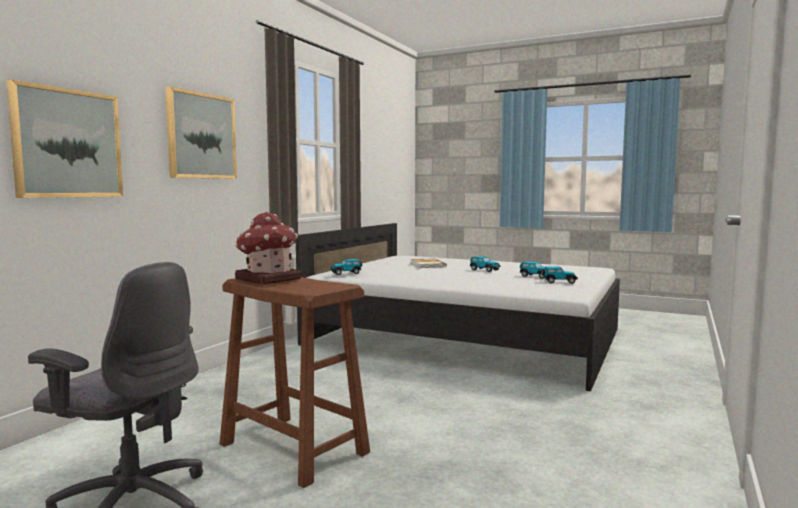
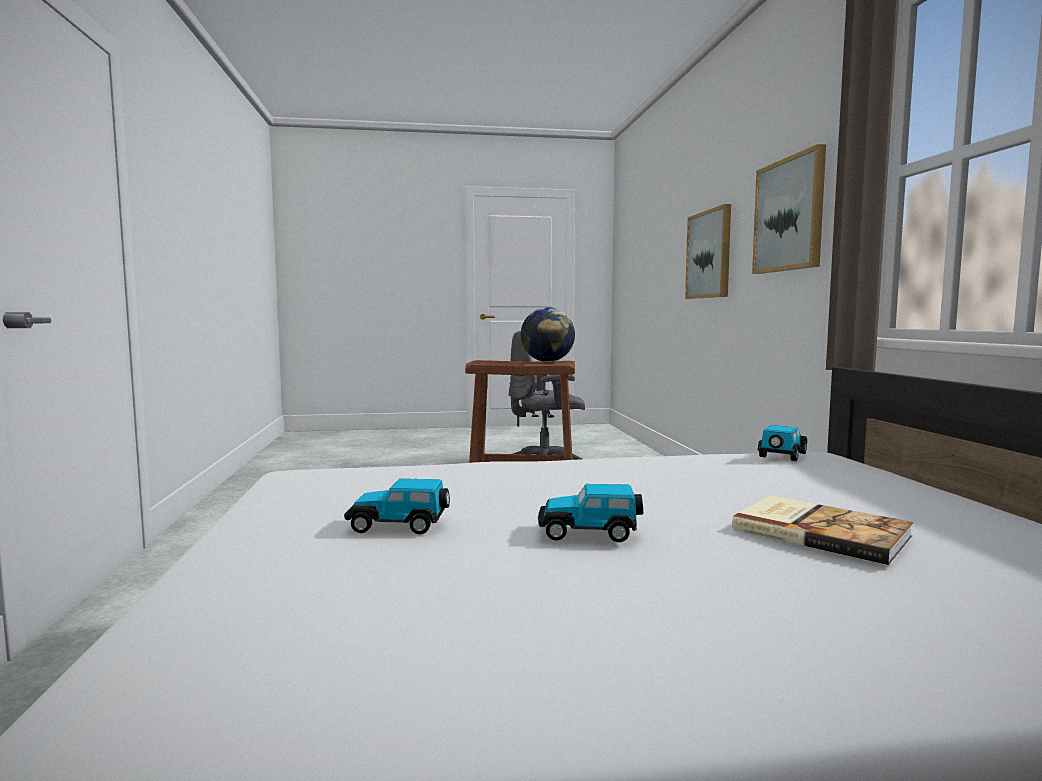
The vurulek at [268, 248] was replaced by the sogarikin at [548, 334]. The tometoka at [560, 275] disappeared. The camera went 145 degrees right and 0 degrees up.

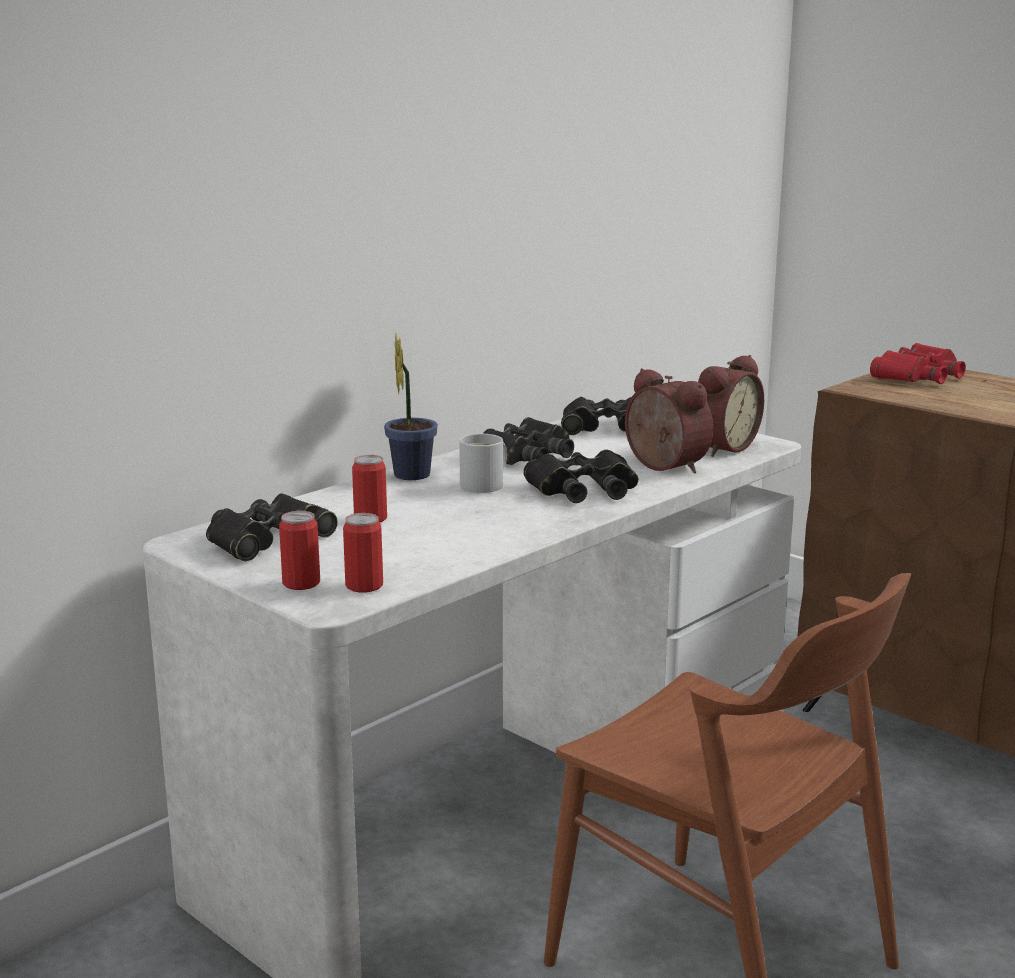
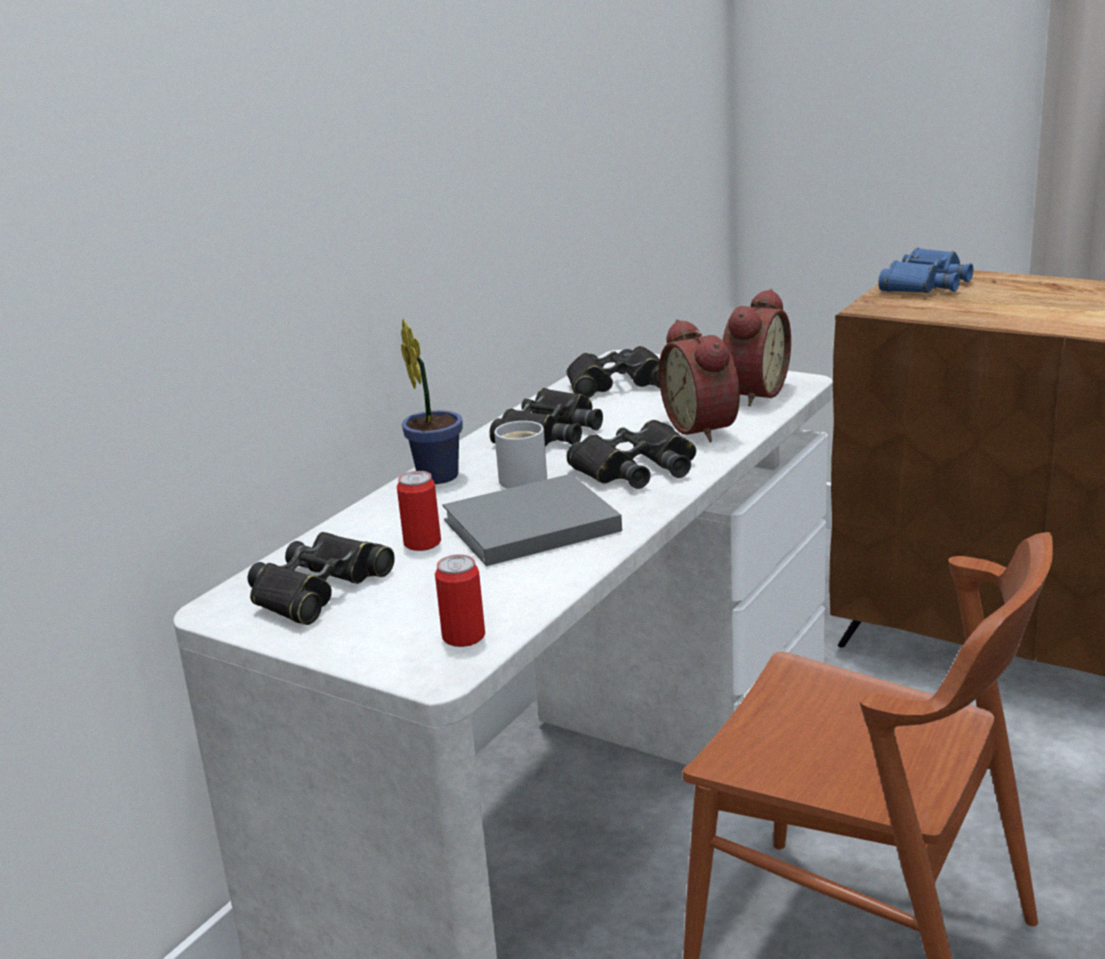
The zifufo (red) at [918, 363] became the zifufo (blue) at [925, 270]. The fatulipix at [669, 421] turned 150 degrees counterclockwise. The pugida at [299, 550] disappeared. The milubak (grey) at [532, 520] appeared. The camera went 10 degrees left and 5 degrees up.

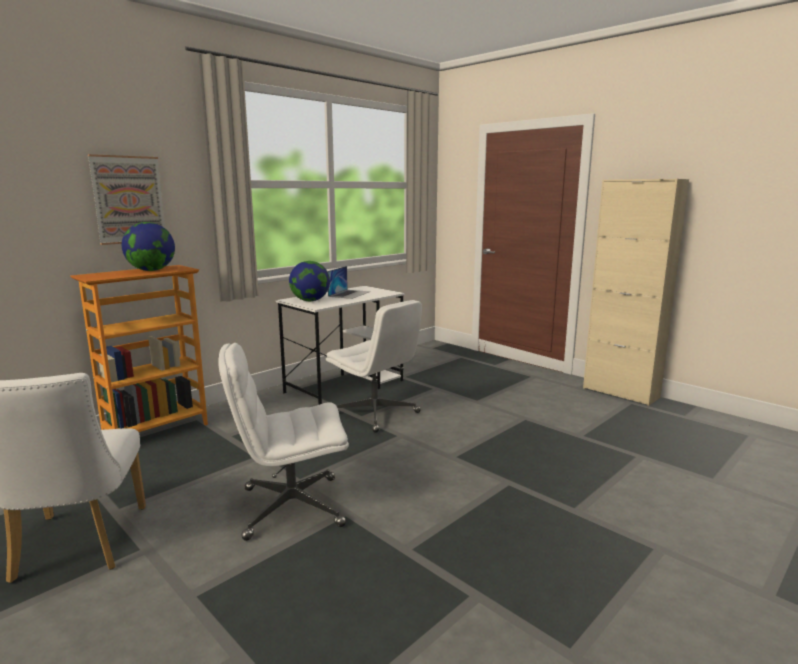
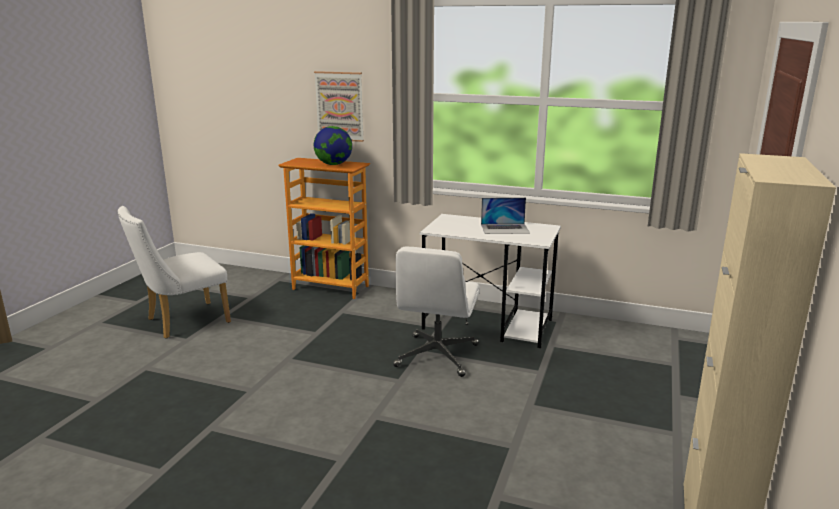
The sogarikin at [309, 281] disappeared. The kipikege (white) at [283, 442] disappeared. The camera went 65 degrees right and 5 degrees up.

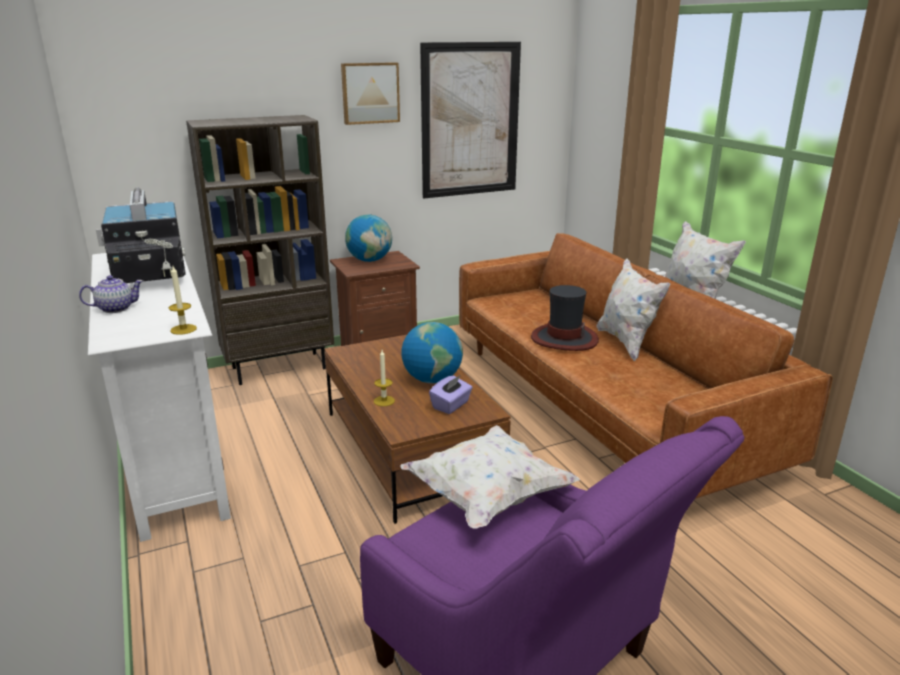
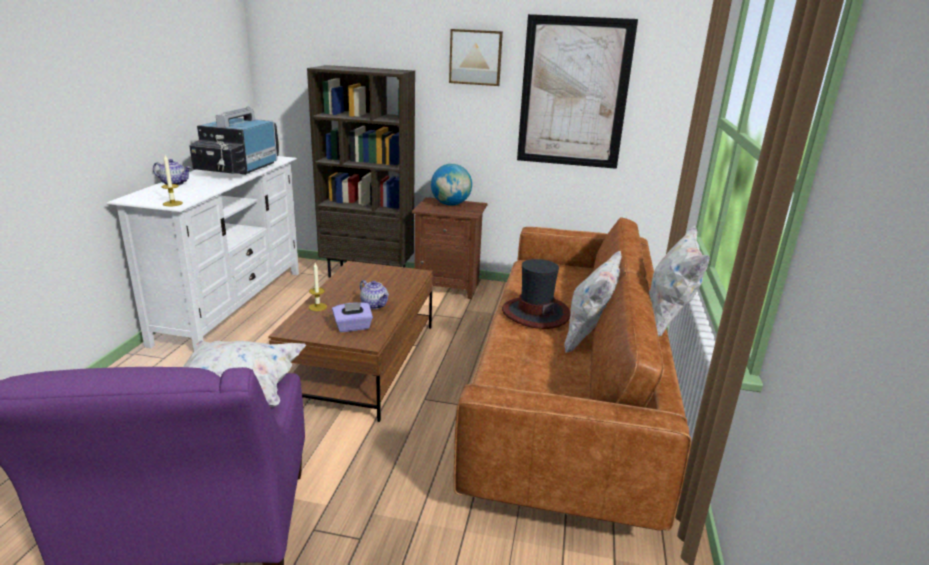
The sogarikin at [432, 352] was replaced by the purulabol at [374, 294]. The camera went 35 degrees right and 0 degrees up.

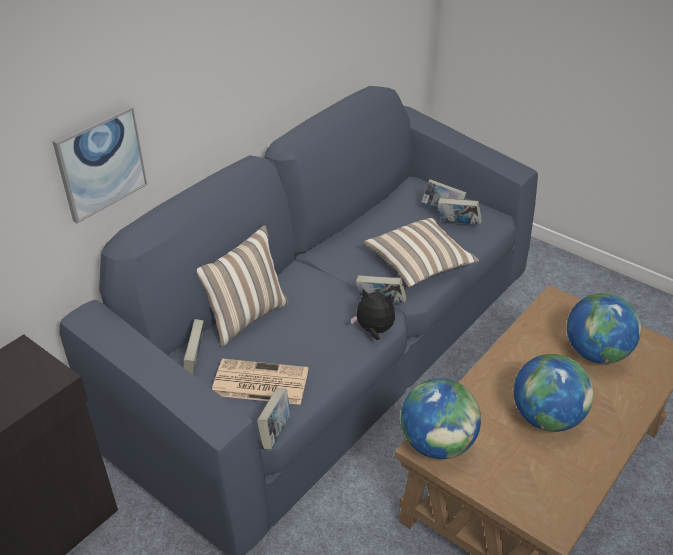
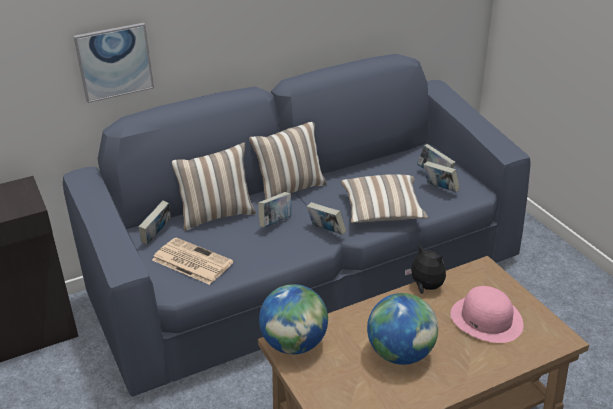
The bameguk moved from [373, 314] to [425, 269]. The sogarikin at [604, 328] was replaced by the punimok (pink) at [487, 314]. The milubak moved from [274, 418] to [274, 209]. The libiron at [288, 161] appeared. The camera went 25 degrees right and 5 degrees down.

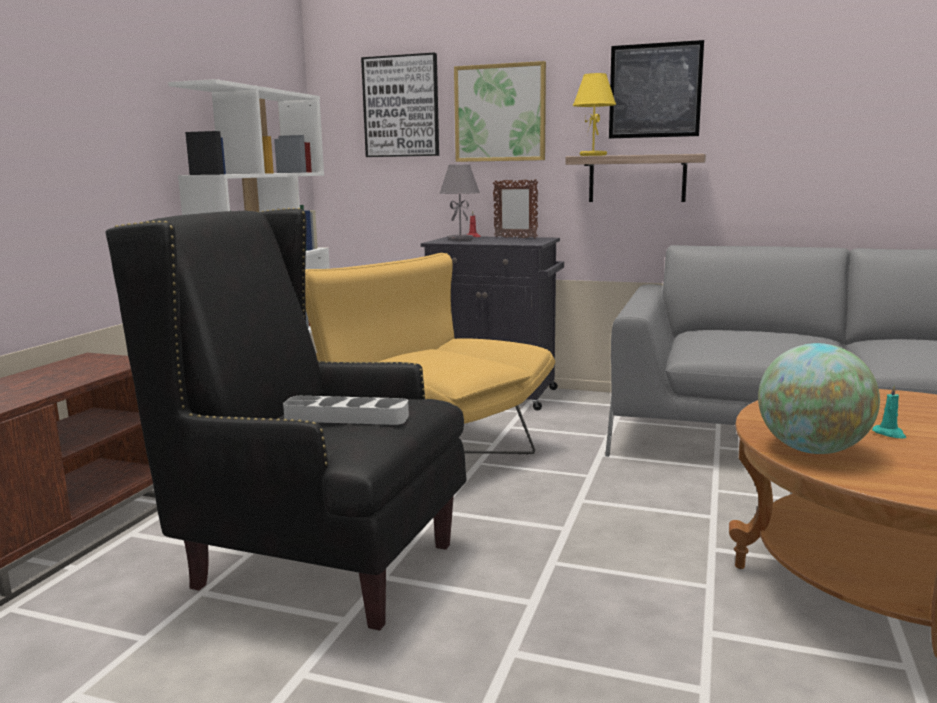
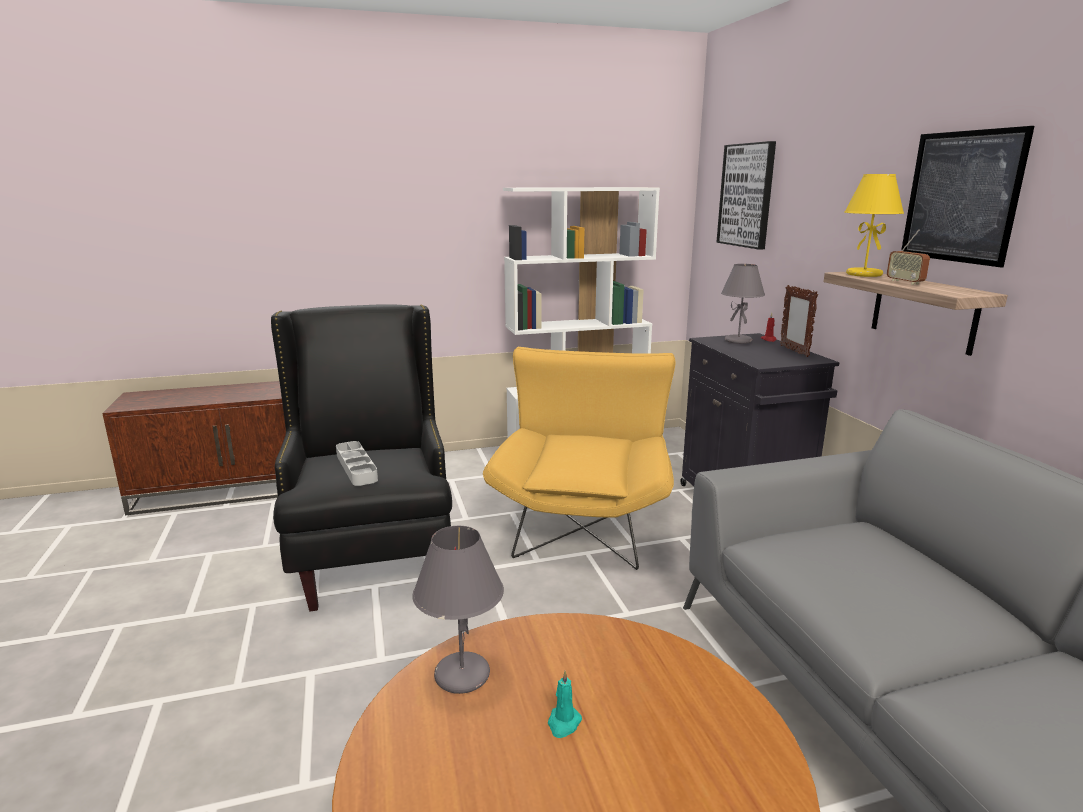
The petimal at [500, 111] disappeared. The sogarikin at [819, 398] was replaced by the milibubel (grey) at [458, 610]. The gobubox at [908, 257] appeared. The camera went 55 degrees right and 5 degrees up.

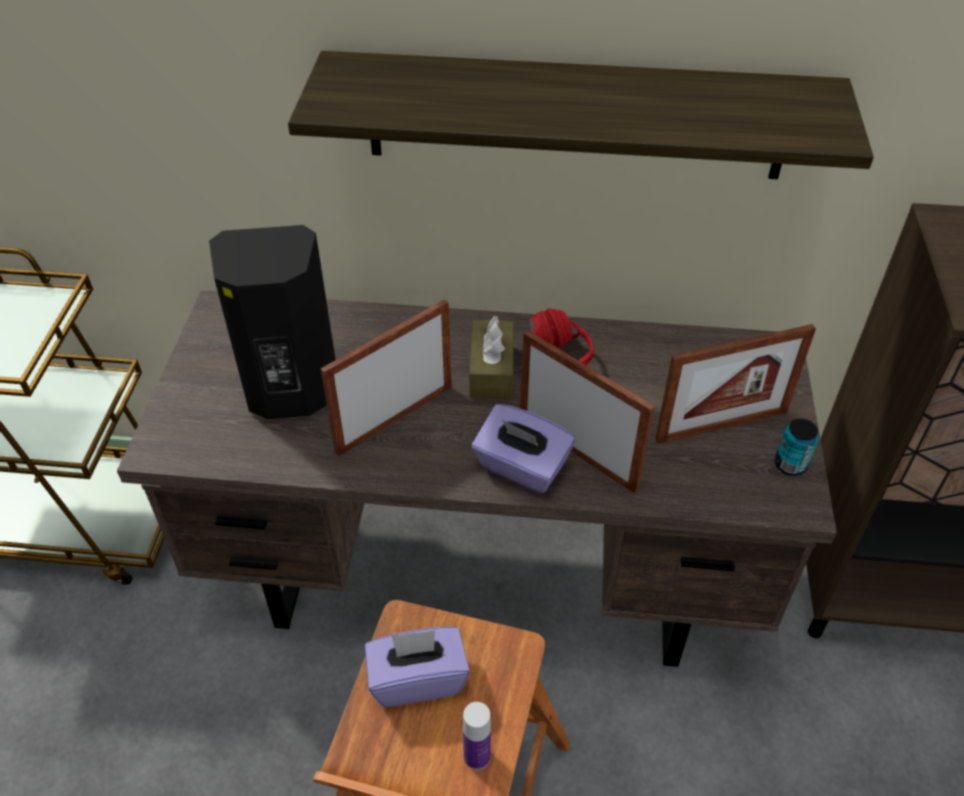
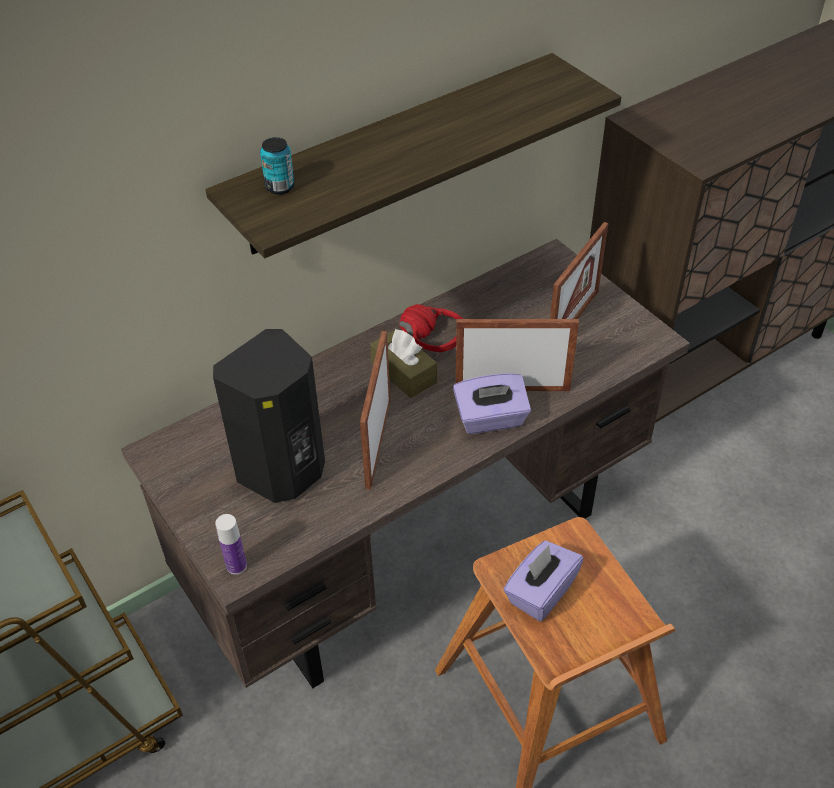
The pugida moved from [797, 447] to [277, 166]. The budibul moved from [477, 736] to [231, 544]. The camera went 40 degrees left and 0 degrees up.

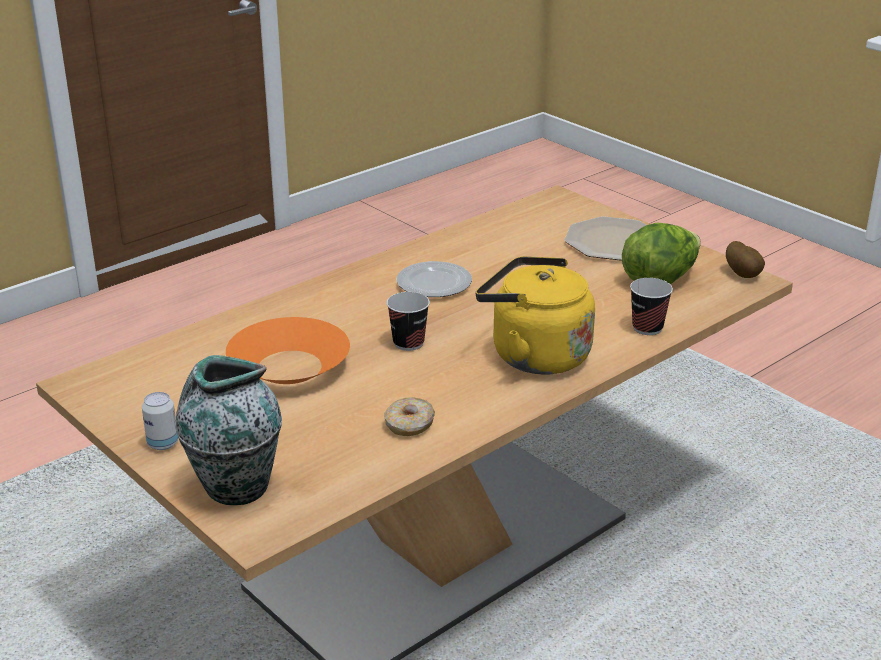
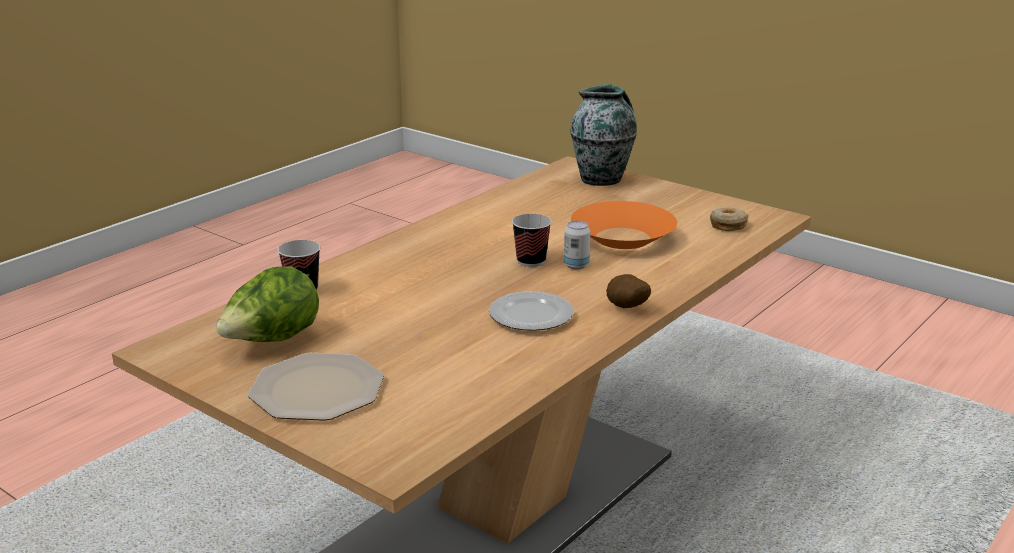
The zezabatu moved from [745, 259] to [628, 291]. The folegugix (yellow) at [535, 315] disappeared. The pugida moved from [160, 421] to [577, 245]. The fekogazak moved from [409, 416] to [729, 219]. The camera went 170 degrees right and 5 degrees down.

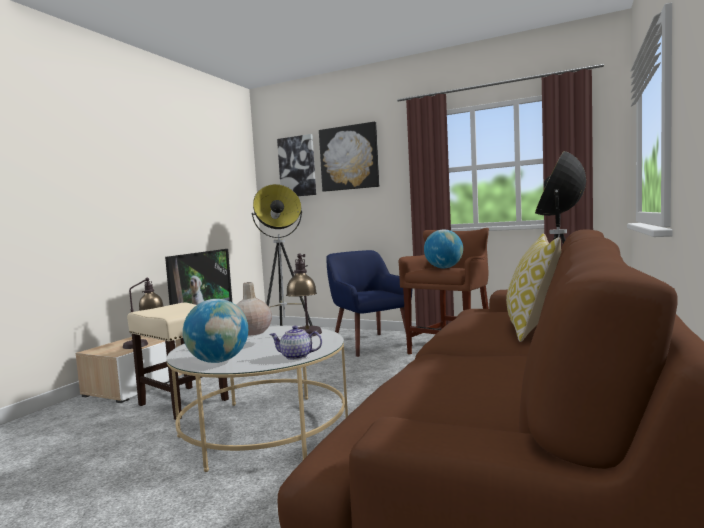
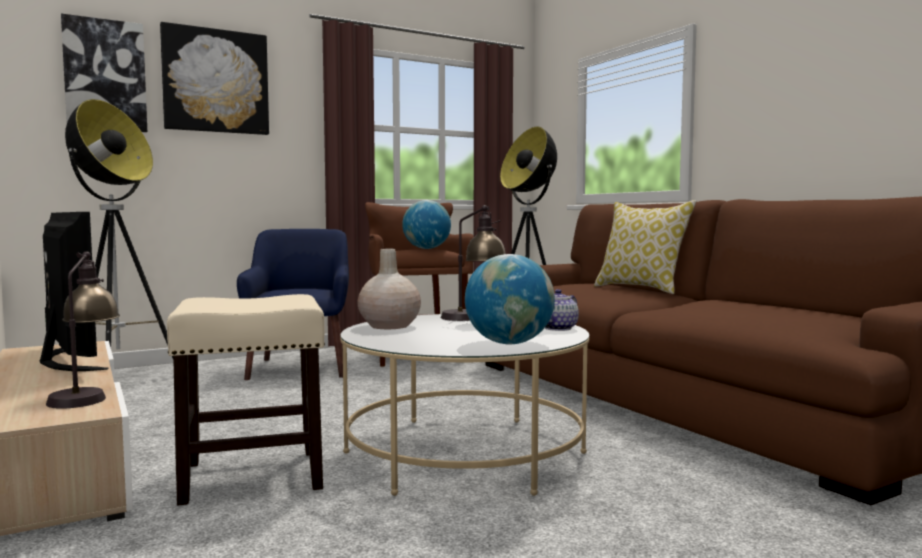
The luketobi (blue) at [369, 303] turned 75 degrees clockwise. The camera went 55 degrees left and 0 degrees up.

